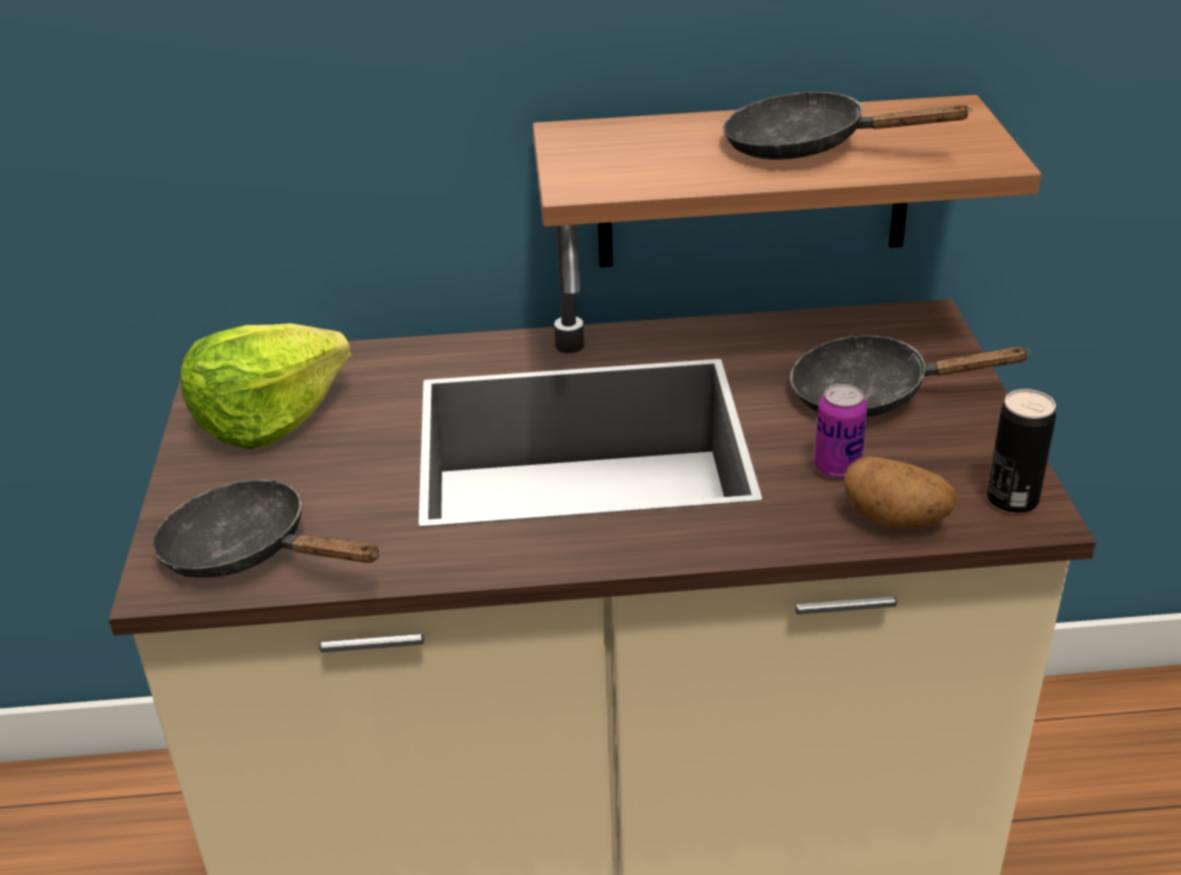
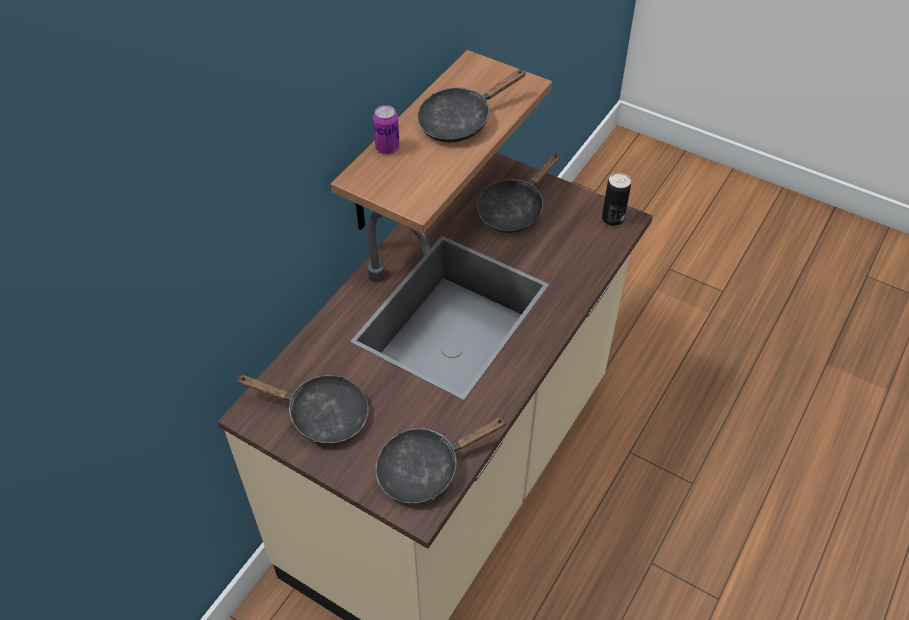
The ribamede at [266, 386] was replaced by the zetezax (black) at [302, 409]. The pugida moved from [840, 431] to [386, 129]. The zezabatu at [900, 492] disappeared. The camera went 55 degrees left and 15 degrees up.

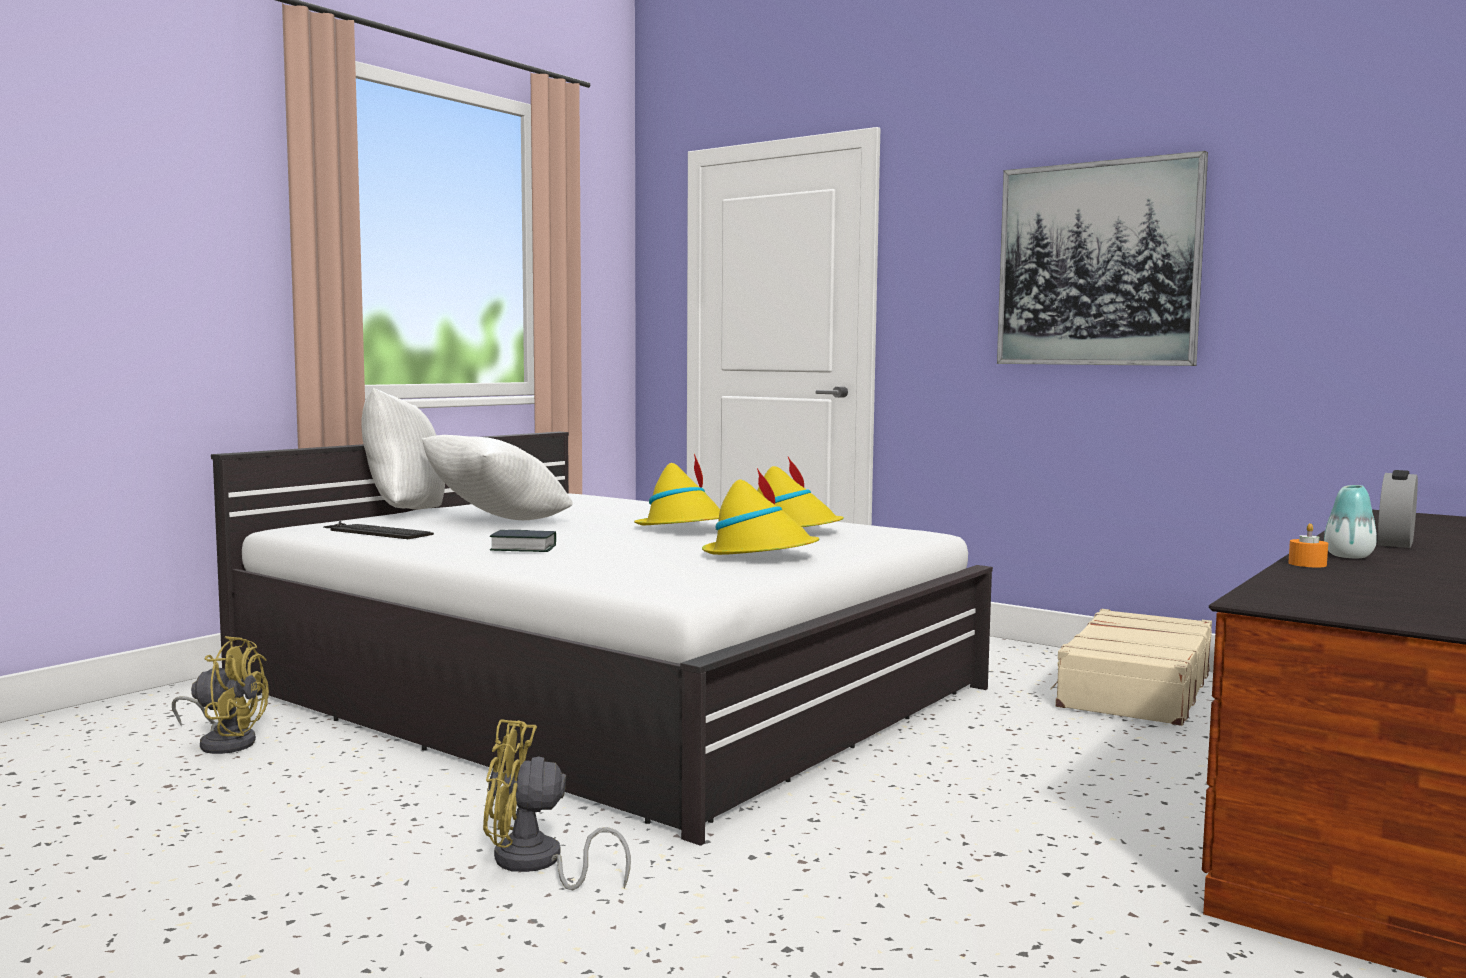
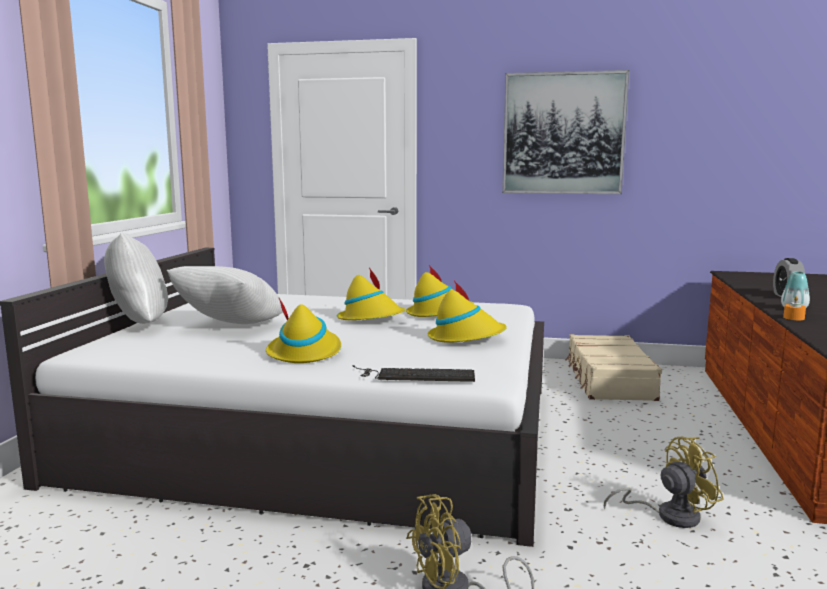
The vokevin moved from [379, 530] to [414, 373]. The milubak at [523, 541] was replaced by the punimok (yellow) at [303, 330]. The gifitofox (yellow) moved from [220, 695] to [664, 482]. The camera went 25 degrees left and 5 degrees up.

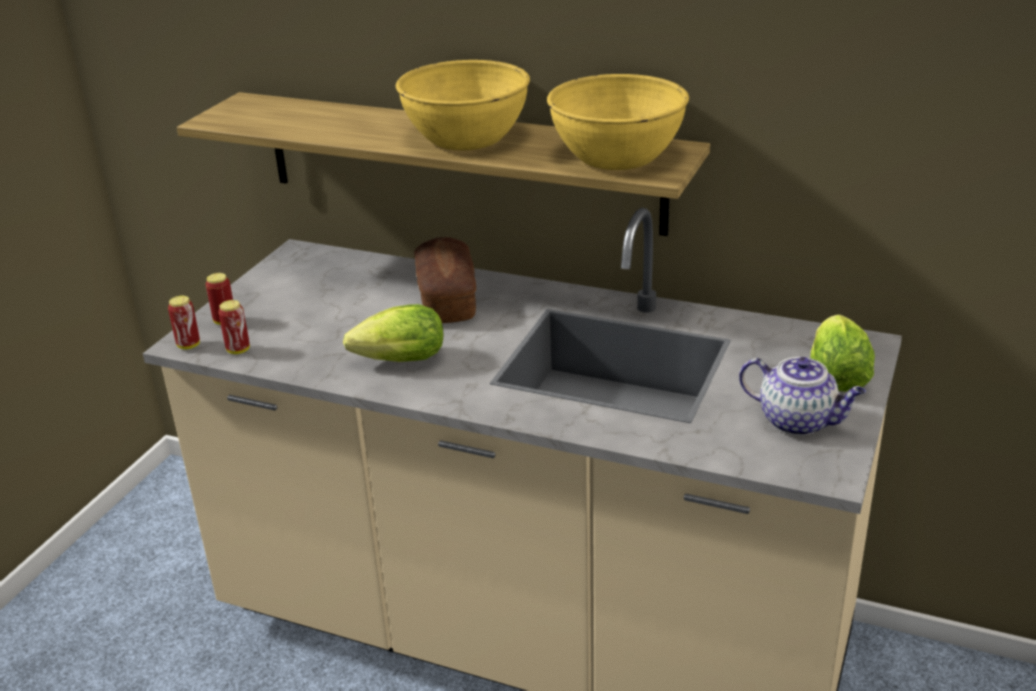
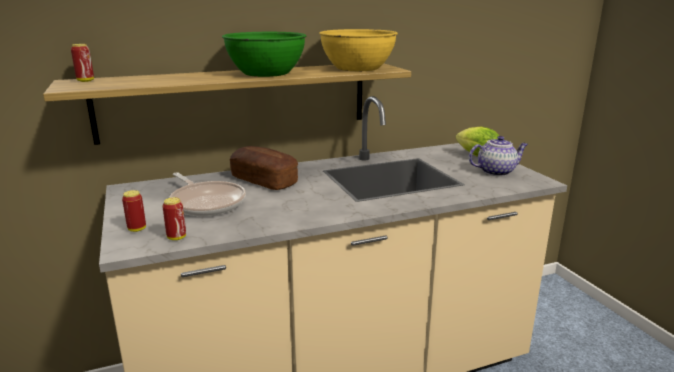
The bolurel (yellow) at [463, 105] became the bolurel (green) at [264, 54]. The pugida moved from [184, 322] to [82, 63]. The ribamede at [393, 333] disappeared. The zetezax at [207, 194] appeared. The camera went 45 degrees left and 10 degrees down.

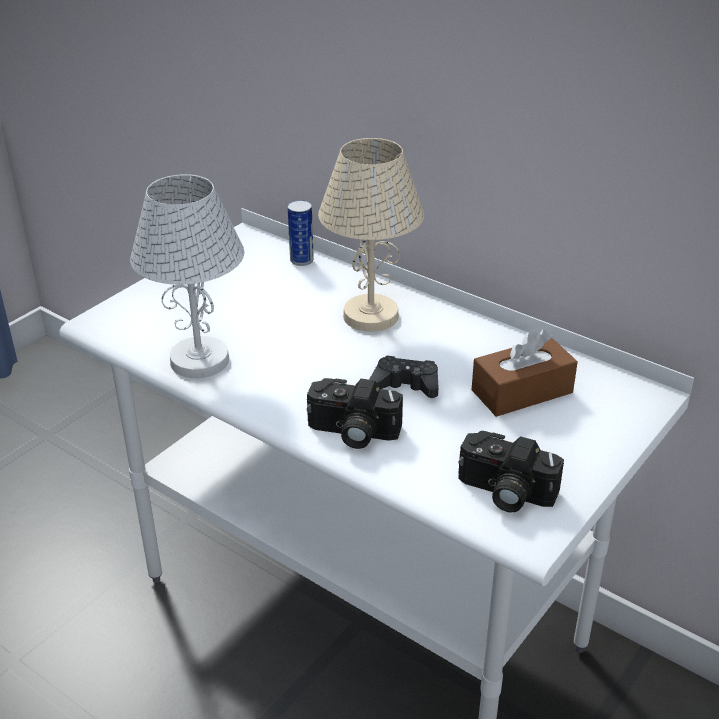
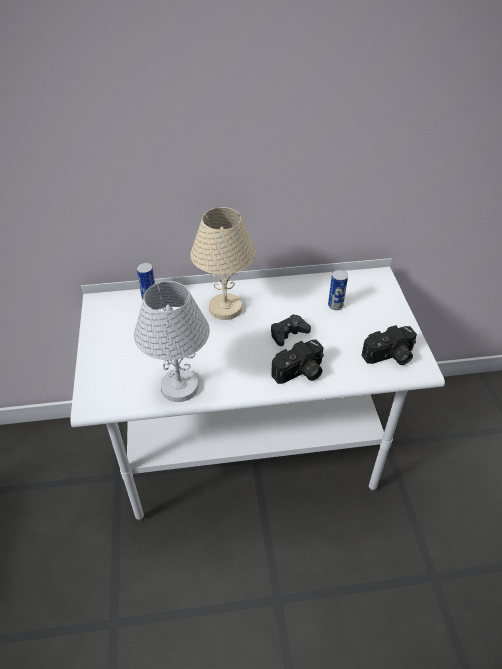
The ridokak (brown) at [525, 373] was replaced by the pugida at [338, 290]. The camera went 45 degrees left and 10 degrees up.

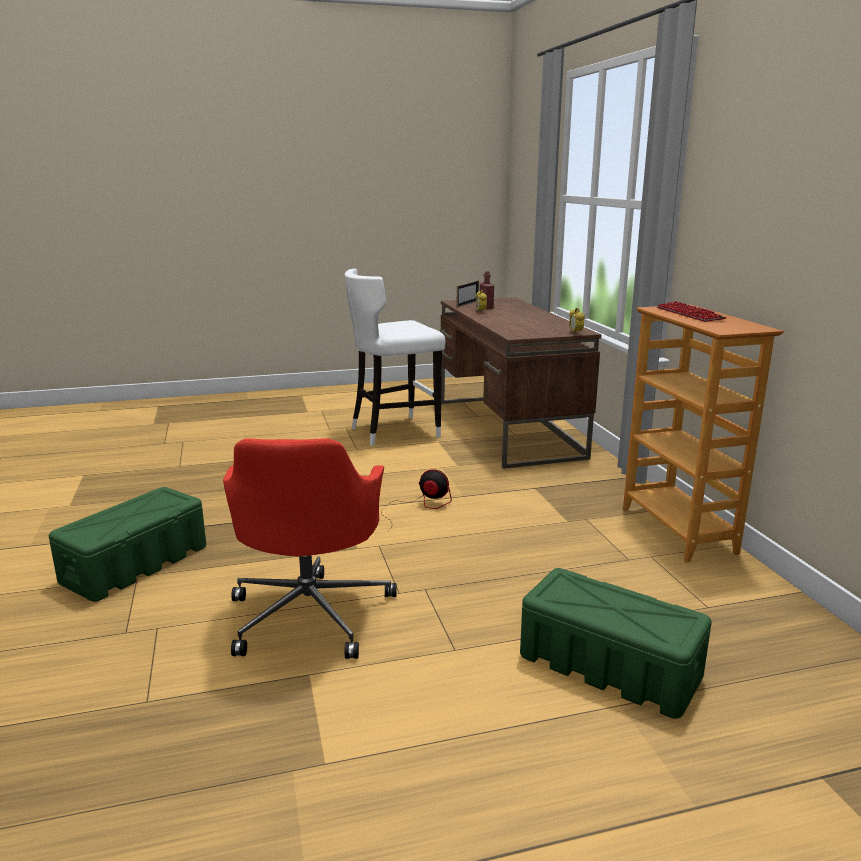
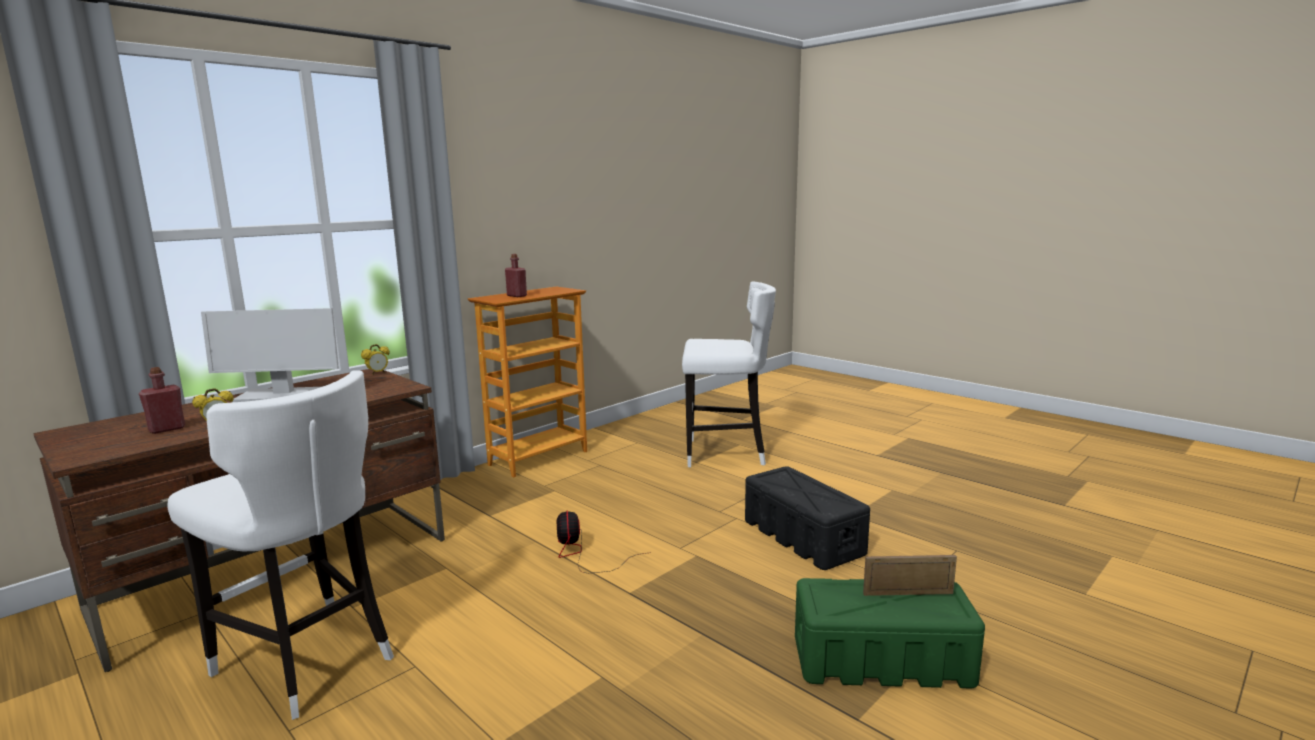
The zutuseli moved from [467, 293] to [910, 575]. The vokevin at [691, 311] was replaced by the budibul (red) at [516, 275]. The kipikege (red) at [309, 548] was replaced by the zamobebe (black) at [807, 518]. The zamobebe (green) at [616, 643] was replaced by the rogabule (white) at [729, 374]. The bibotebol at [270, 355] appeared. The camera went 120 degrees left and 5 degrees down.

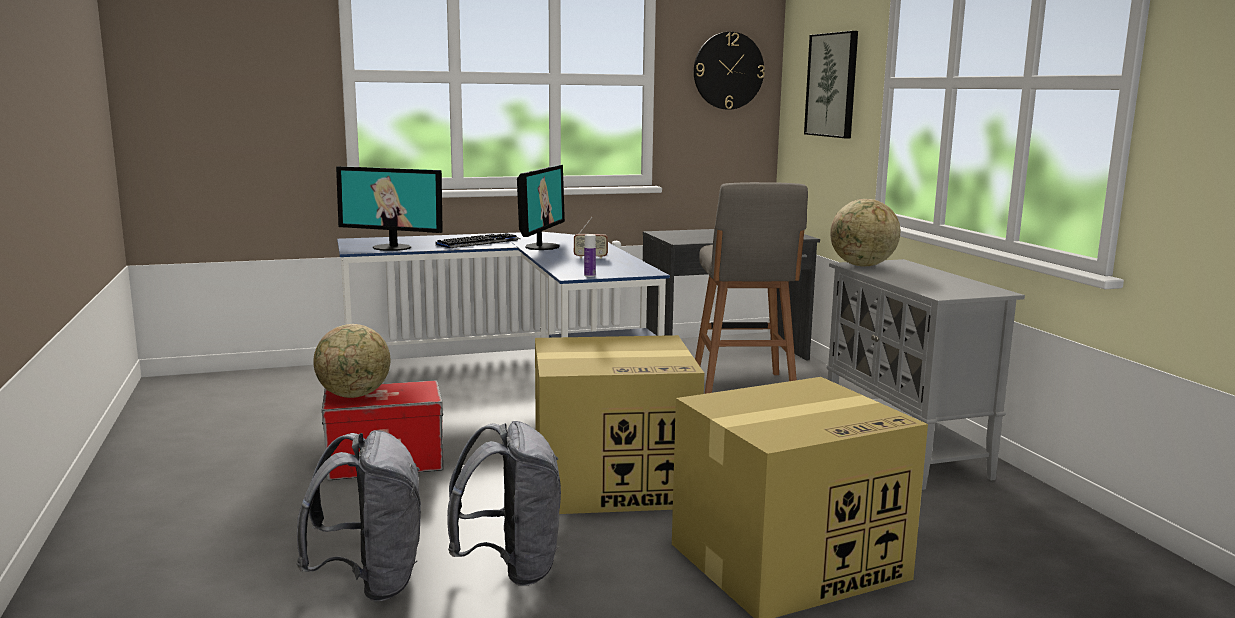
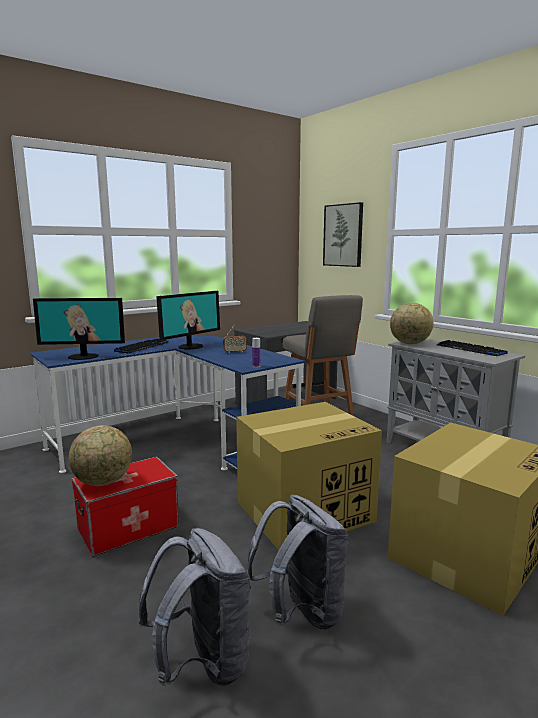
The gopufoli at [729, 71] disappeared. The bibotebol at [541, 207] turned 45 degrees clockwise. The vokevin at [472, 348] appeared. The camera went 20 degrees left and 0 degrees up.

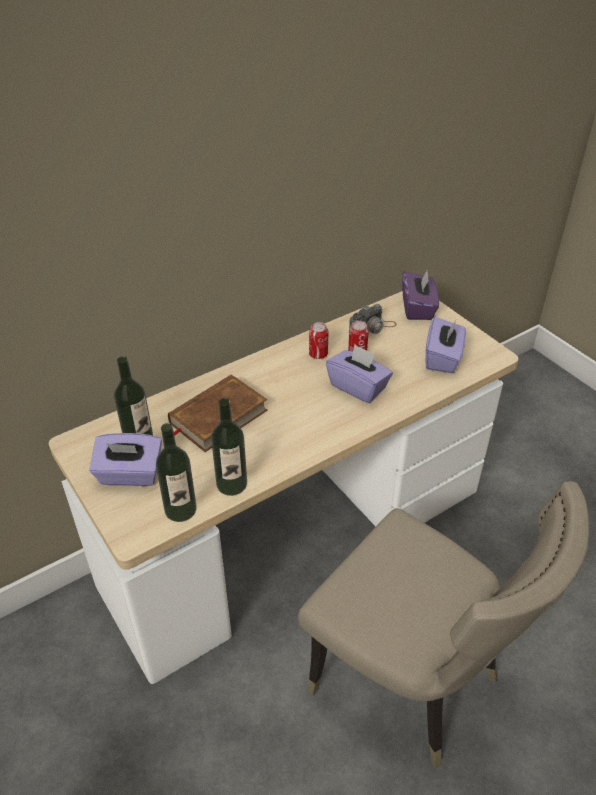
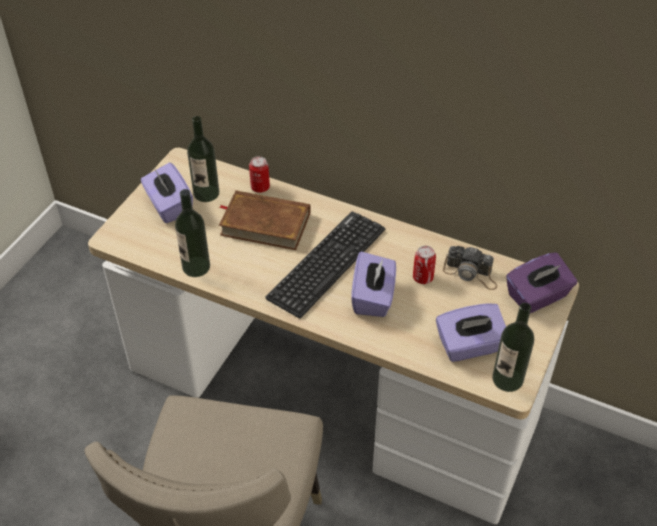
The pugida moved from [318, 340] to [259, 174]. The budibul moved from [176, 472] to [513, 347]. The vokevin at [325, 264] appeared. The camera went 60 degrees right and 5 degrees up.

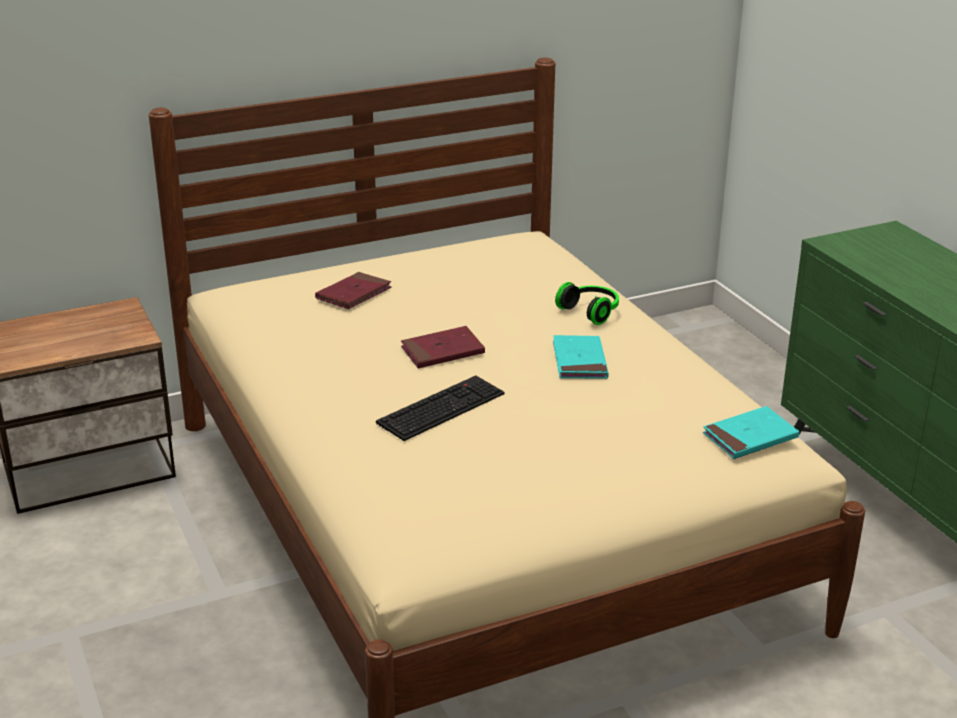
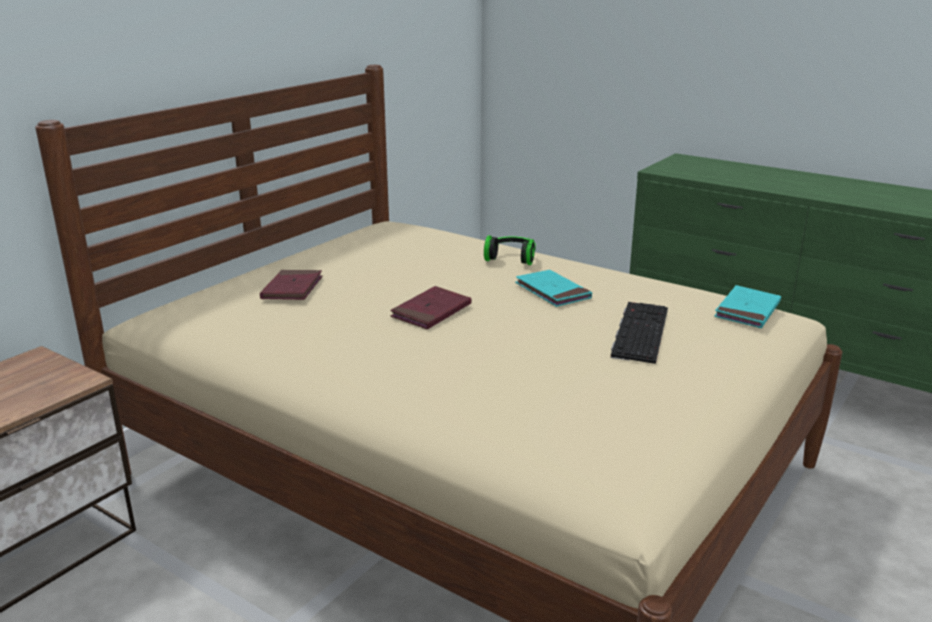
The vokevin moved from [440, 408] to [639, 333]. The camera went 30 degrees left and 5 degrees down.

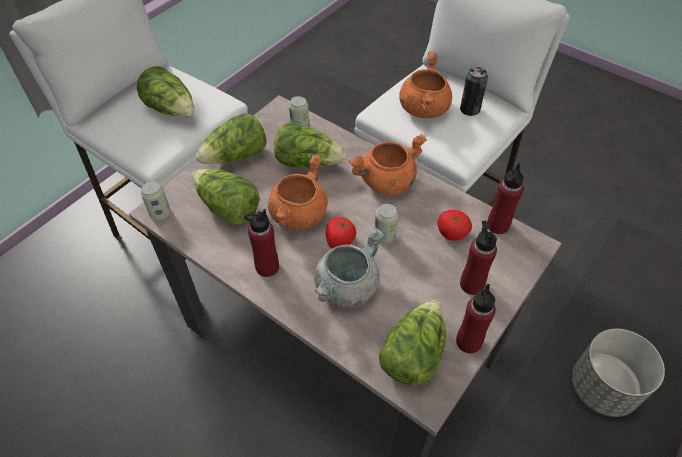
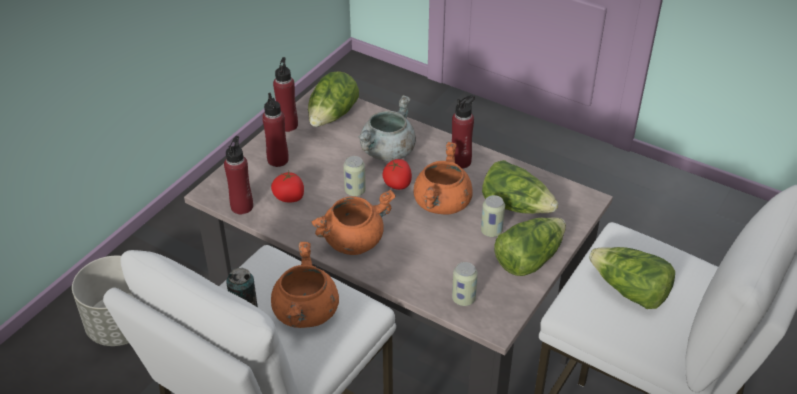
The ribamede at [310, 145] disappeared. The pugida moved from [156, 200] to [493, 216]. The camera went 175 degrees right and 10 degrees down.

